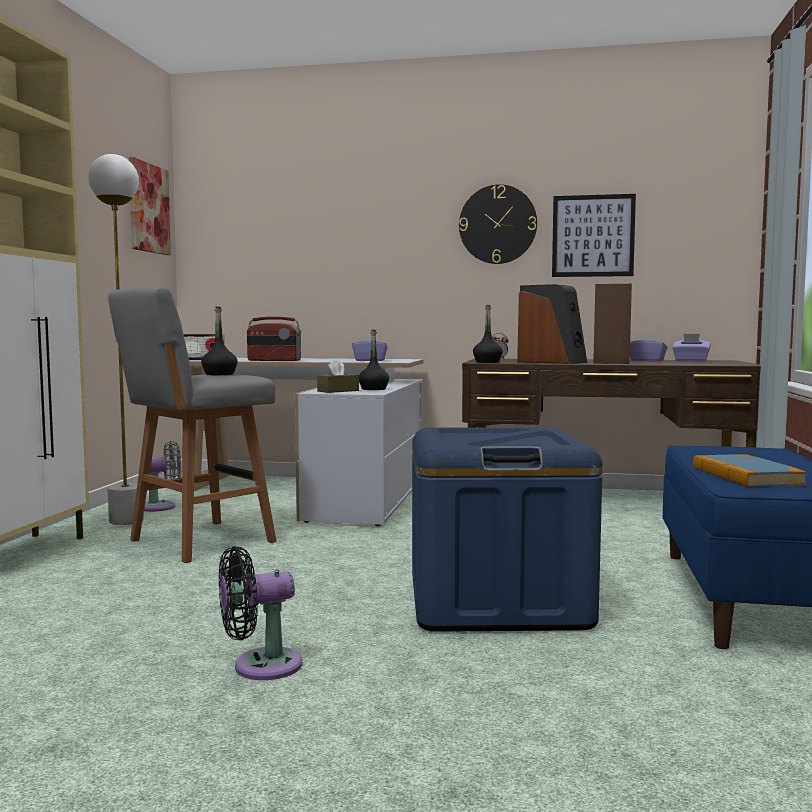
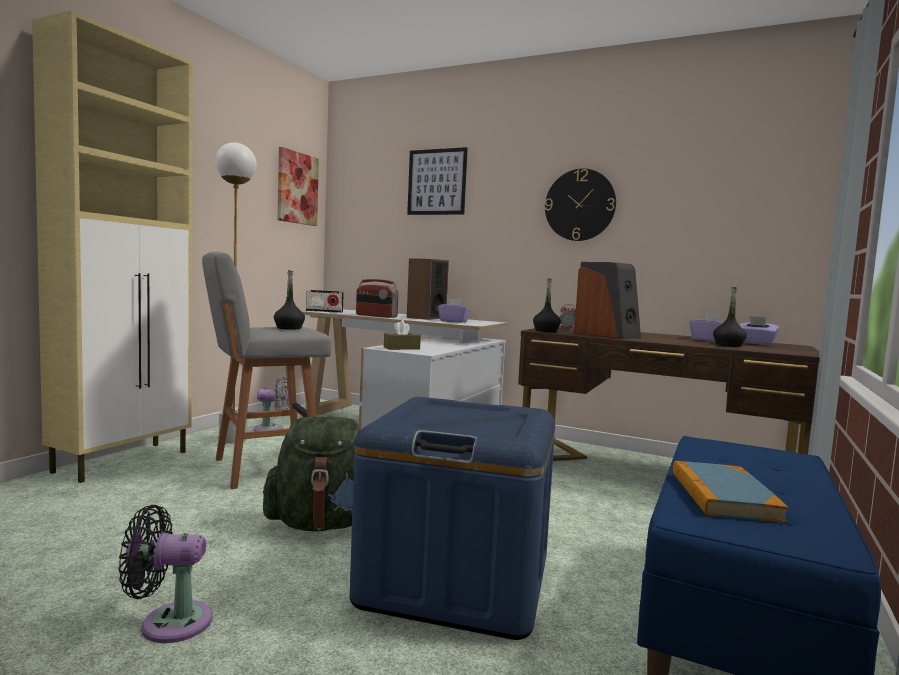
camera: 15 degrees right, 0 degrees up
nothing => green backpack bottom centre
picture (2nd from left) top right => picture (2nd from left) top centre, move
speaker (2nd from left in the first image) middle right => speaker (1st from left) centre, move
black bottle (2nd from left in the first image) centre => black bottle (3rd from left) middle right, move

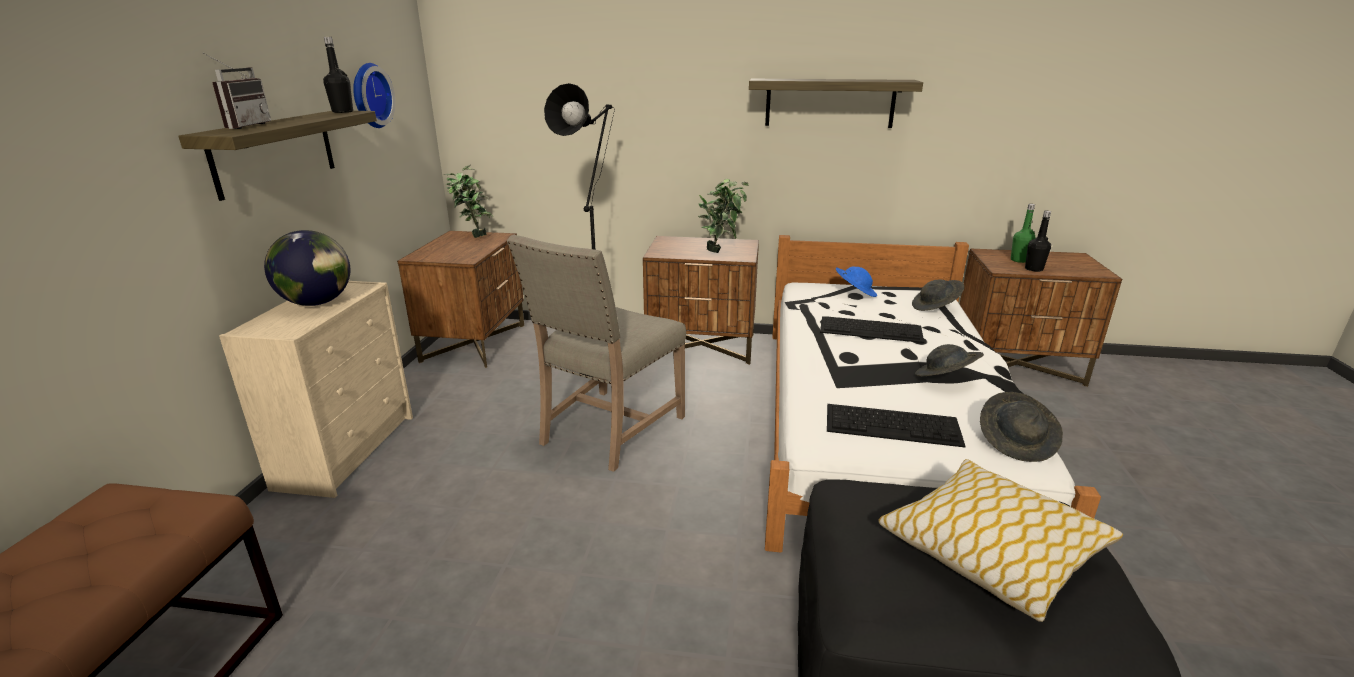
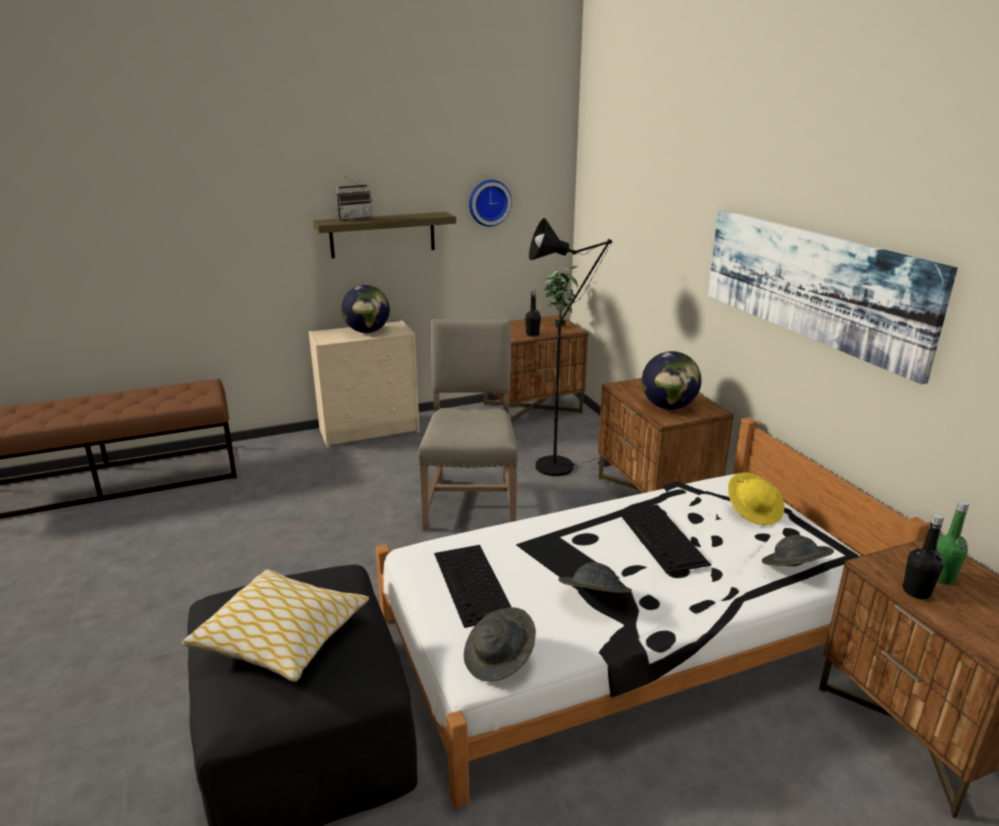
camera: 60 degrees right, 0 degrees up
beige chair centre, 90 degrees clockwise
black bottle (1st from left) top left => black bottle (1st from left) centre, move
potted plant (2nd from left) top centre => globe (2nd from left) middle right
shelf (2nd from left) top centre => picture middle right
blue hat centre => yellow hat middle right

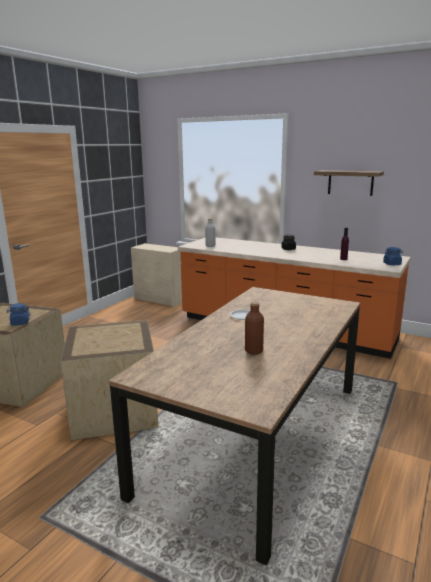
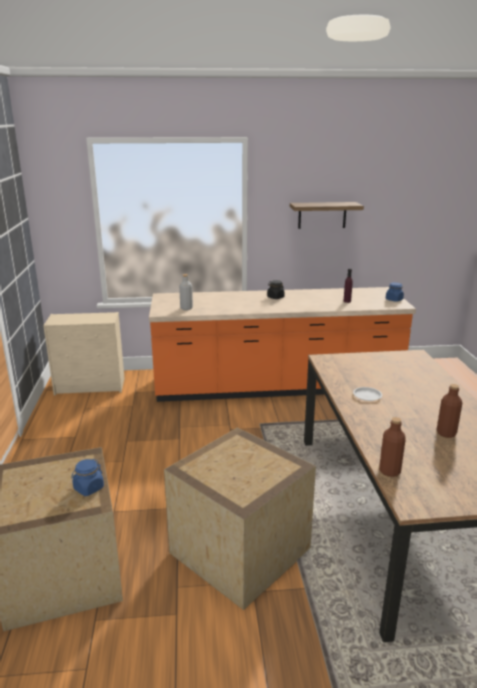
camera: 35 degrees left, 5 degrees up
nothing => brown bottle (1st from left) middle right

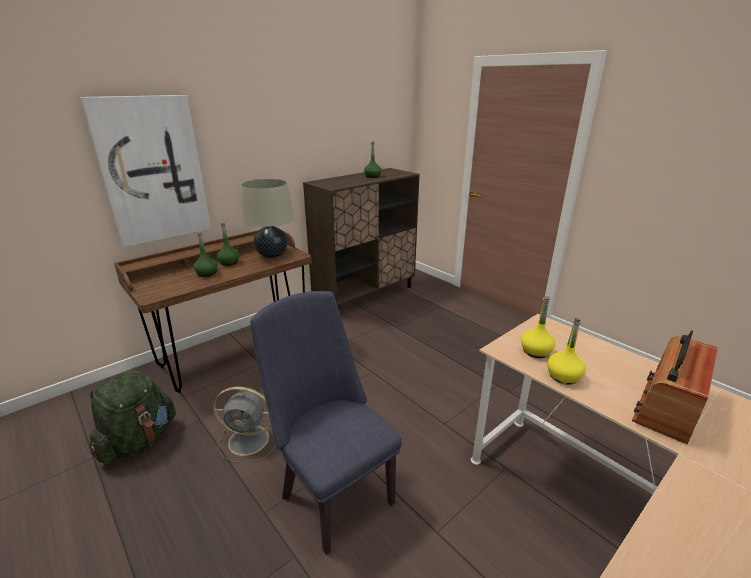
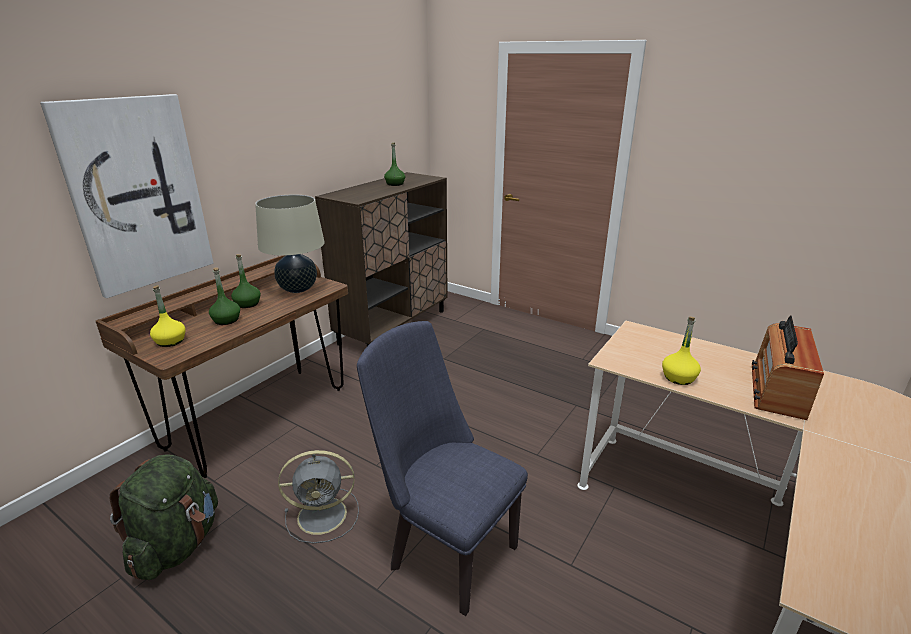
camera: 15 degrees left, 0 degrees up
yellow bottle (1st from left) middle right => yellow bottle (1st from left) middle left, move

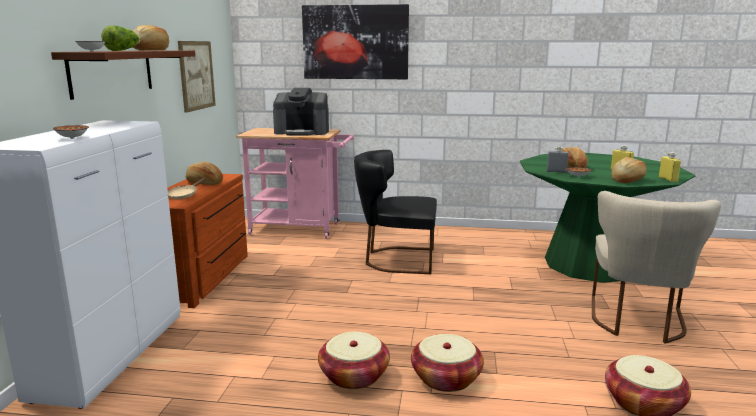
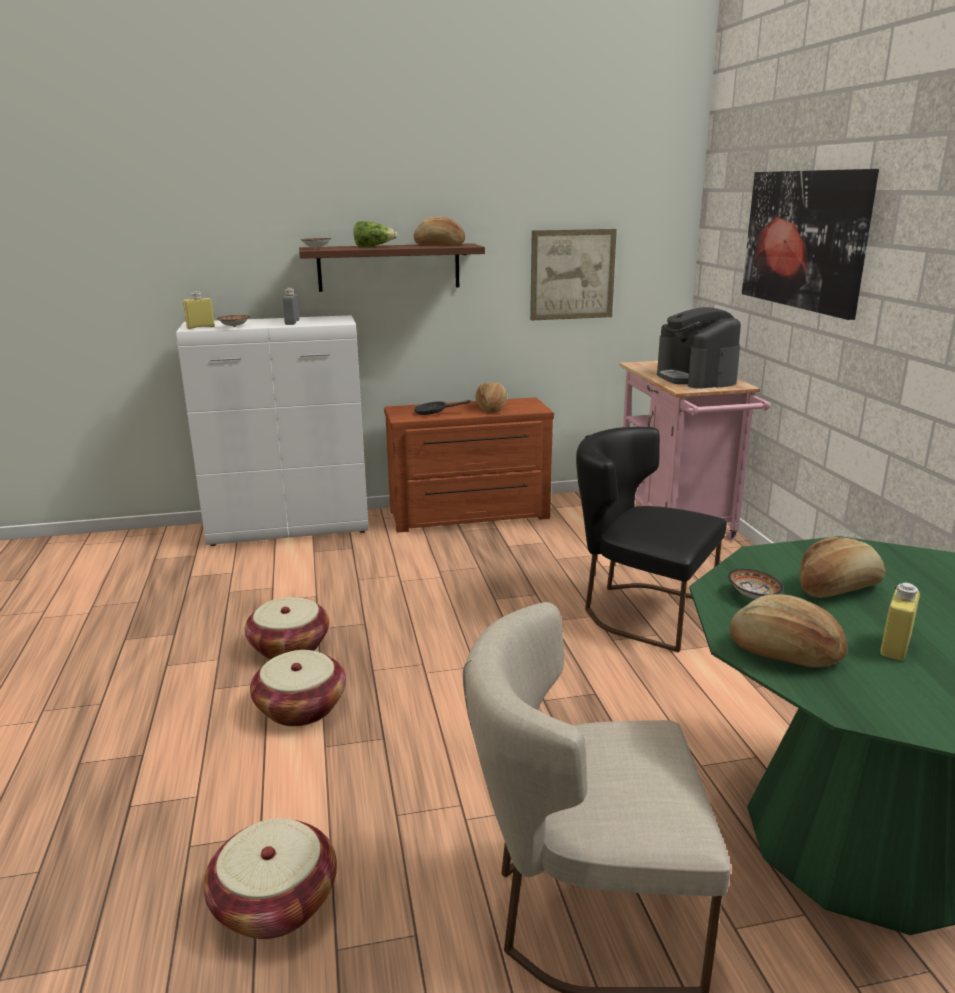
camera: 70 degrees right, 5 degrees up
yellow bottle (2nd from left in the first image) middle right => yellow bottle (1st from left) top left, move
grey bottle middle right => grey bottle top left, move
beige frying pan middle left => black frying pan centre
black chair centre => black chair middle right, 45 degrees counterclockwise

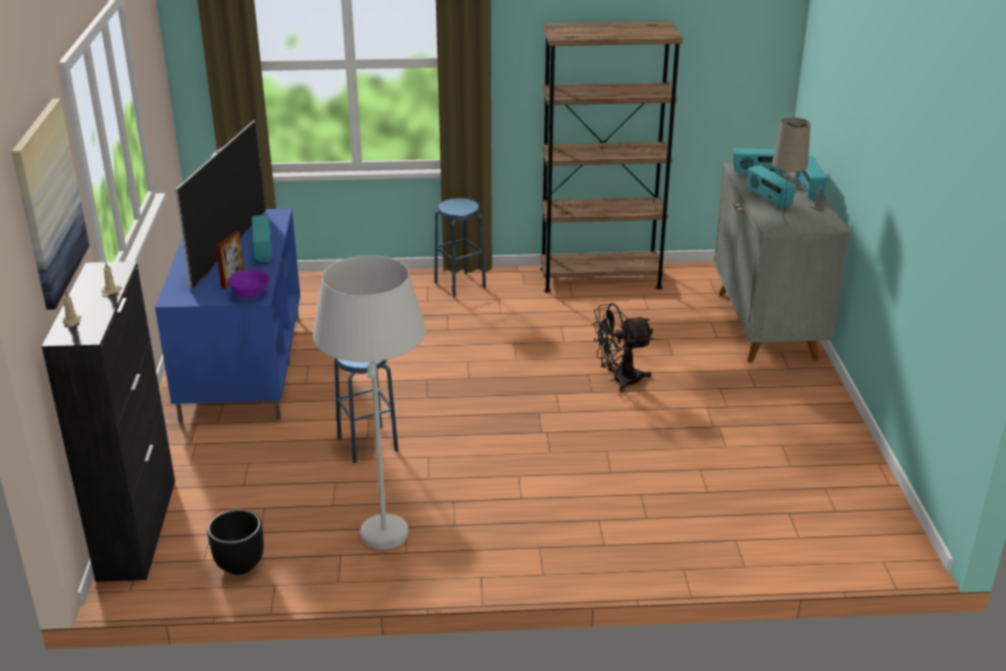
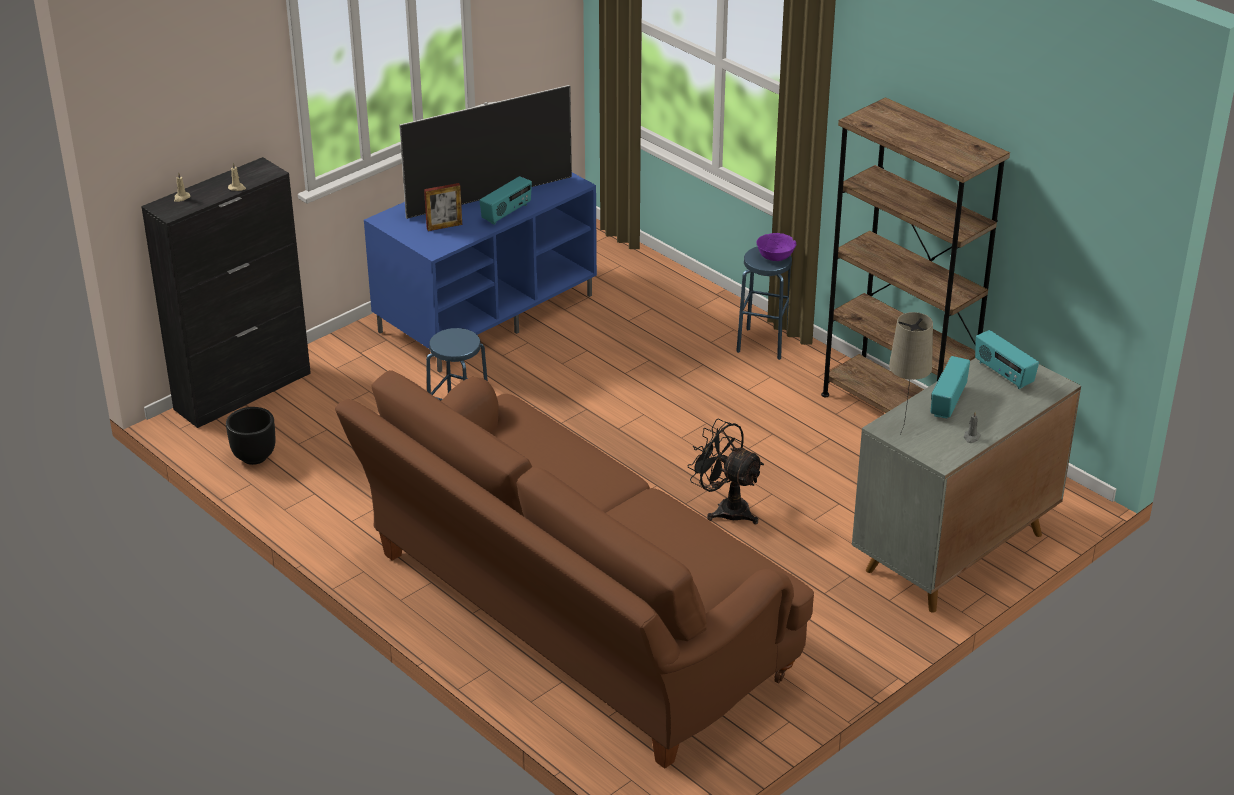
camera: 50 degrees right, 5 degrees up
nothing => brown sofa bottom centre
purple bowl middle left => purple bowl top centre, move
picture top left => nothing
white floor lamp centre => nothing
radio (4th from left) top right => nothing

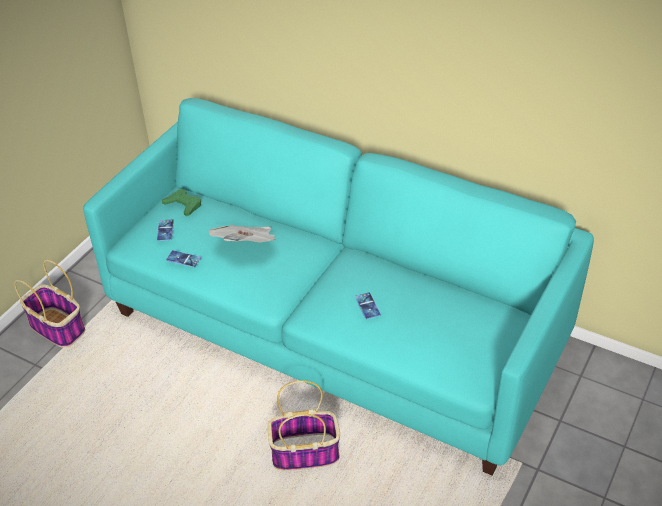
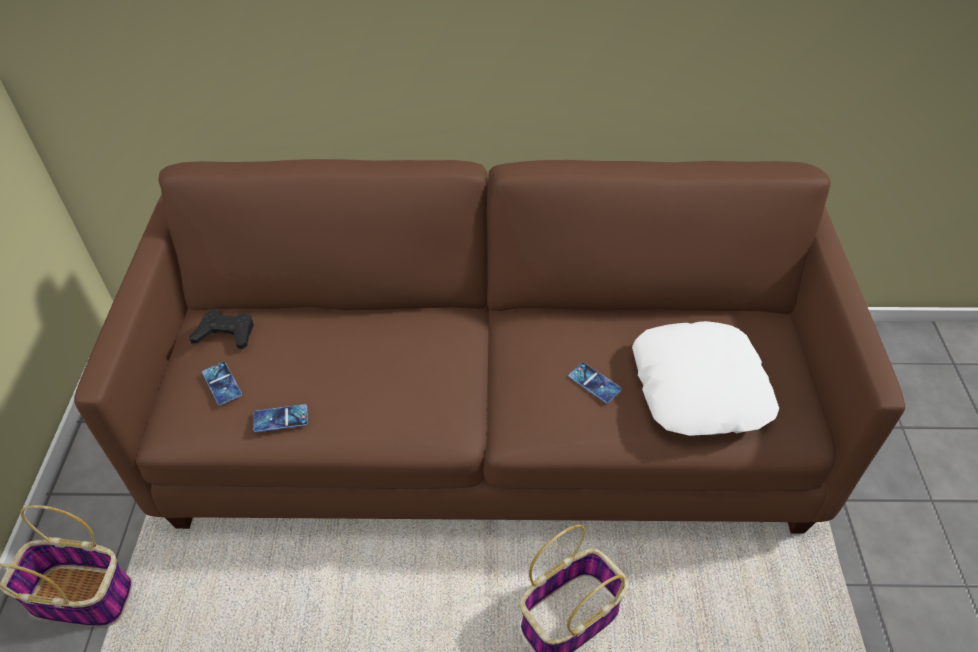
camera: 30 degrees left, 5 degrees up
turquoise sofa centre => brown sofa centre
green game controller middle left => black game controller middle left
nothing => white pillow middle right
newspaper centre => nothing

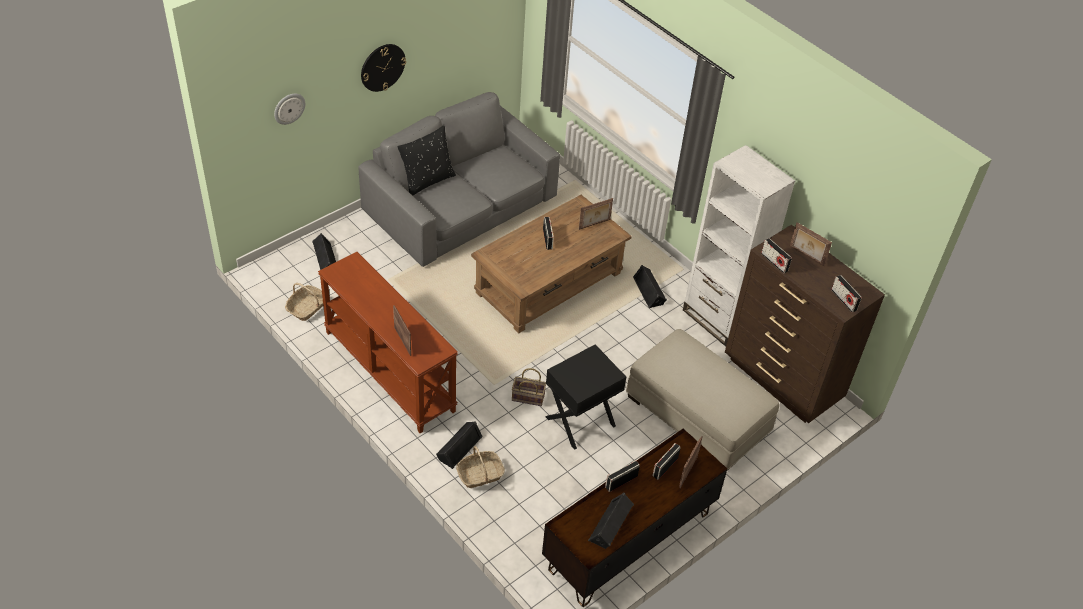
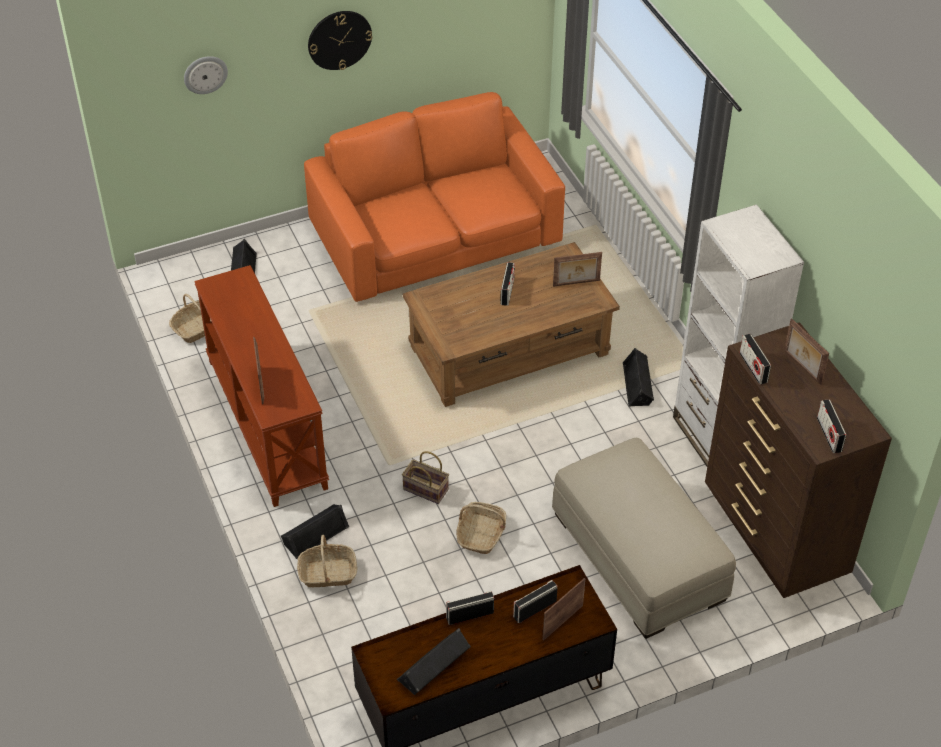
camera: 20 degrees right, 0 degrees up
grey sofa top centre => orange sofa top centre
black side table centre => basket (4th from left) bottom centre
black pillow top centre => nothing

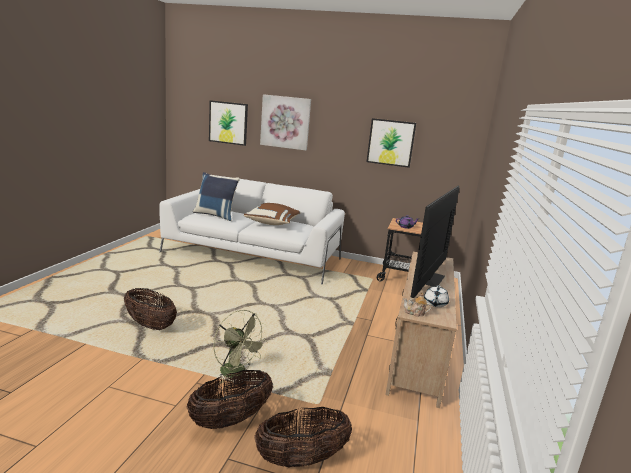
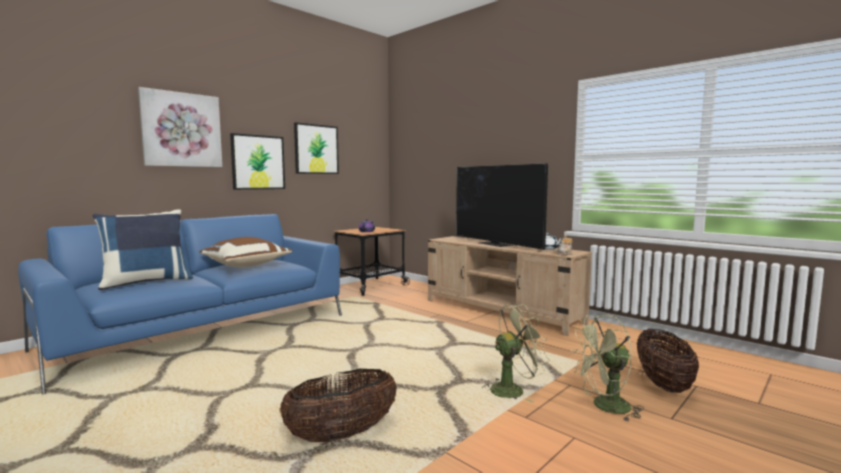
camera: 60 degrees left, 10 degrees down
white sofa centre => blue sofa middle left
picture (1st from left in the first image) top centre => picture (2nd from left) middle left, move
basket (2nd from left) bottom centre => green fan (2nd from left) bottom right

